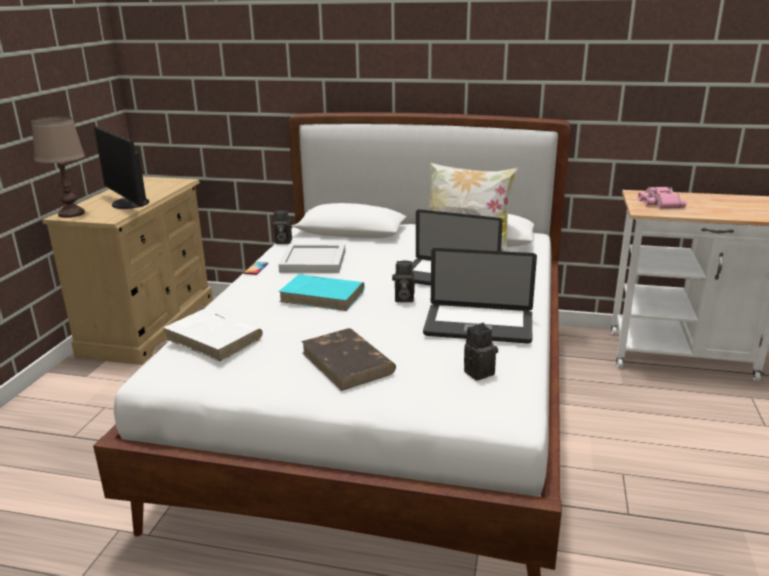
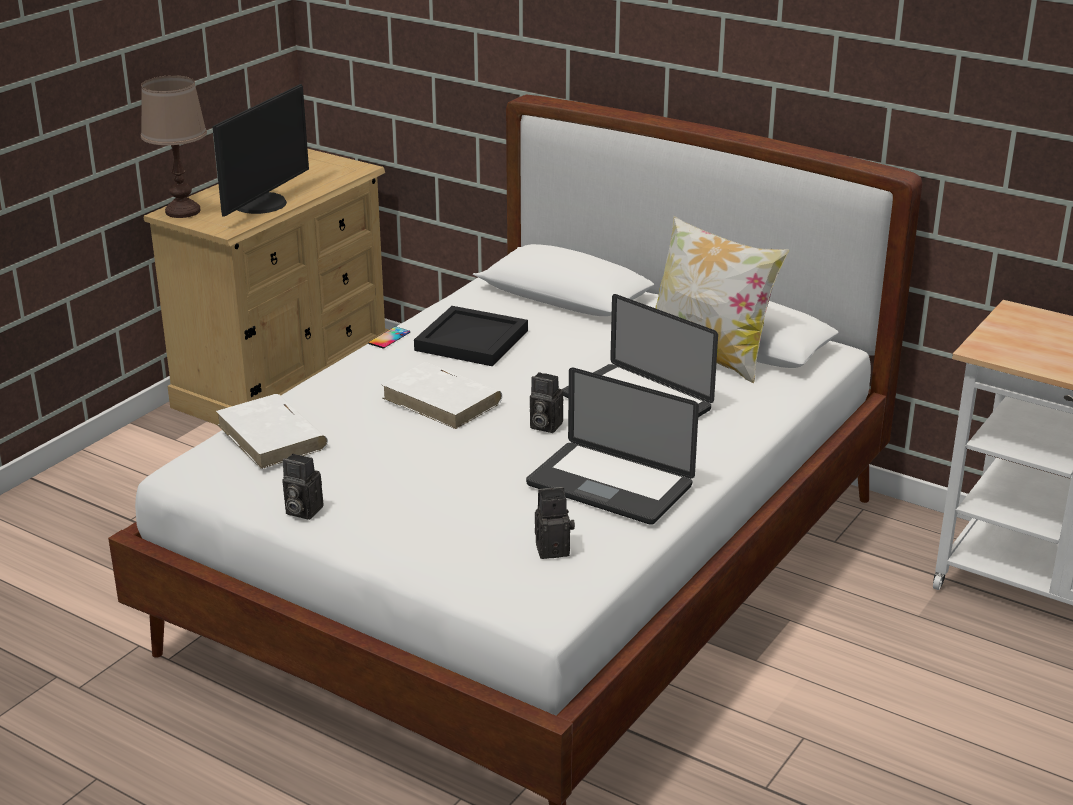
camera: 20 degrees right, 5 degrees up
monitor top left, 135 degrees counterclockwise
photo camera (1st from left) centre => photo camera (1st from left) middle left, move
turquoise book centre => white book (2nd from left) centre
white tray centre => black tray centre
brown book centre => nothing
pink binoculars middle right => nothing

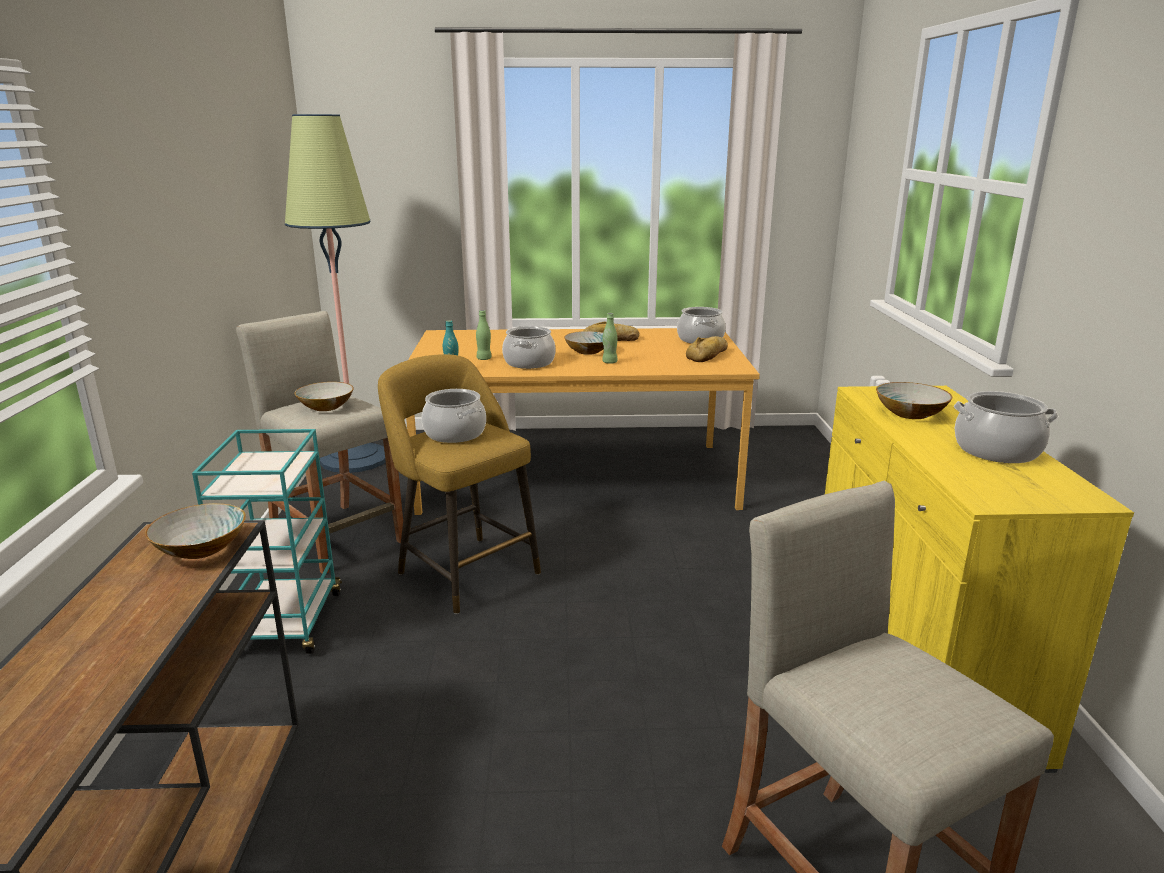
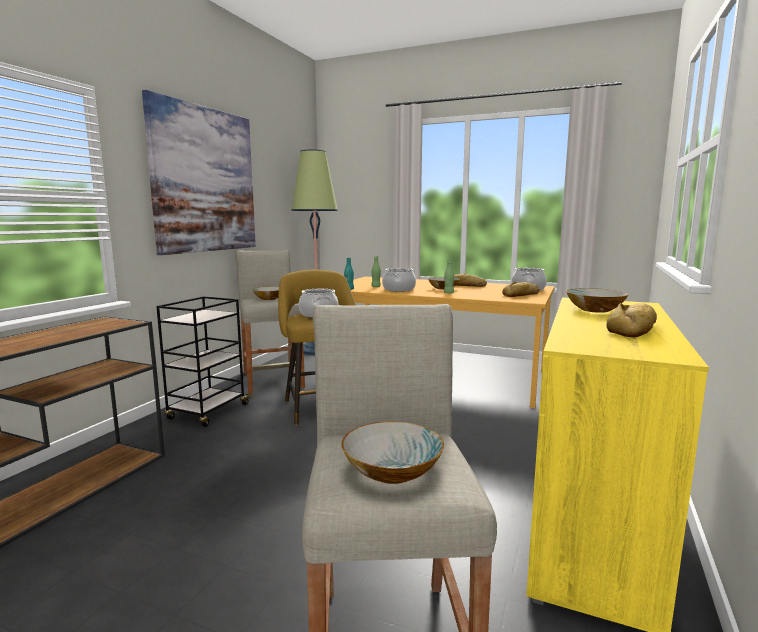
camera: 25 degrees right, 10 degrees down
nothing => picture top left
turquoise cart middle left => black cart middle left
bowl (1st from left in the first image) middle left => bowl (2nd from left) bottom centre, move
cooking pot (4th from left) middle right => bread (3rd from left) middle right

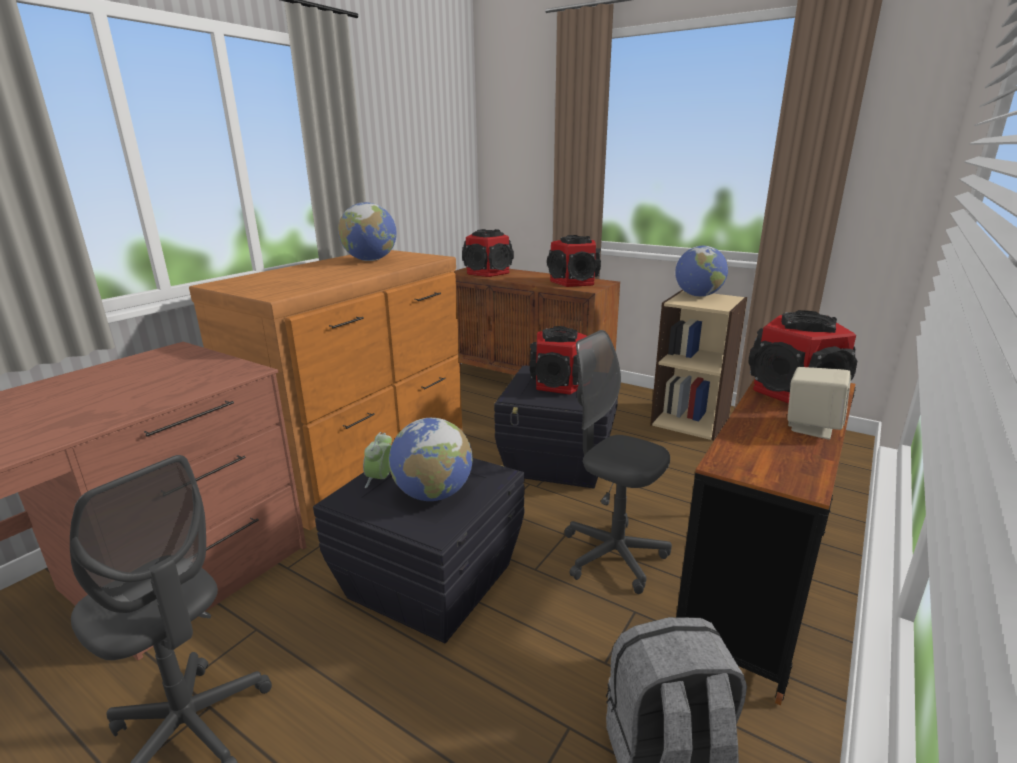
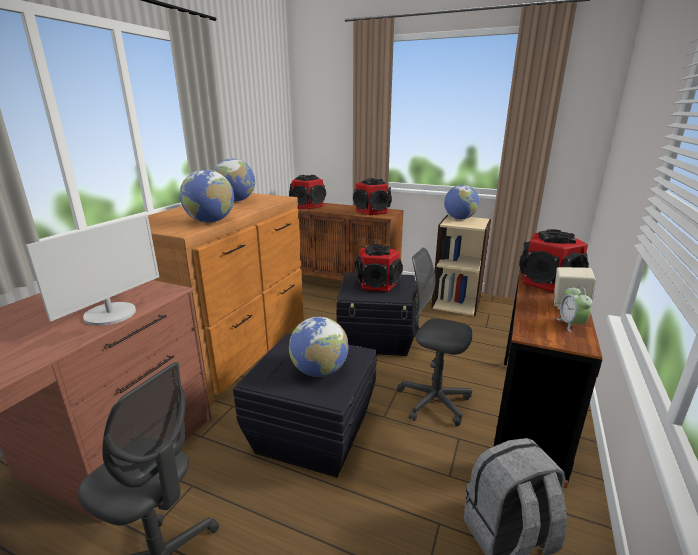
camera: 10 degrees left, 0 degrees up
nothing => monitor middle left
nothing => globe (1st from left) middle left
alarm clock centre => alarm clock middle right, move

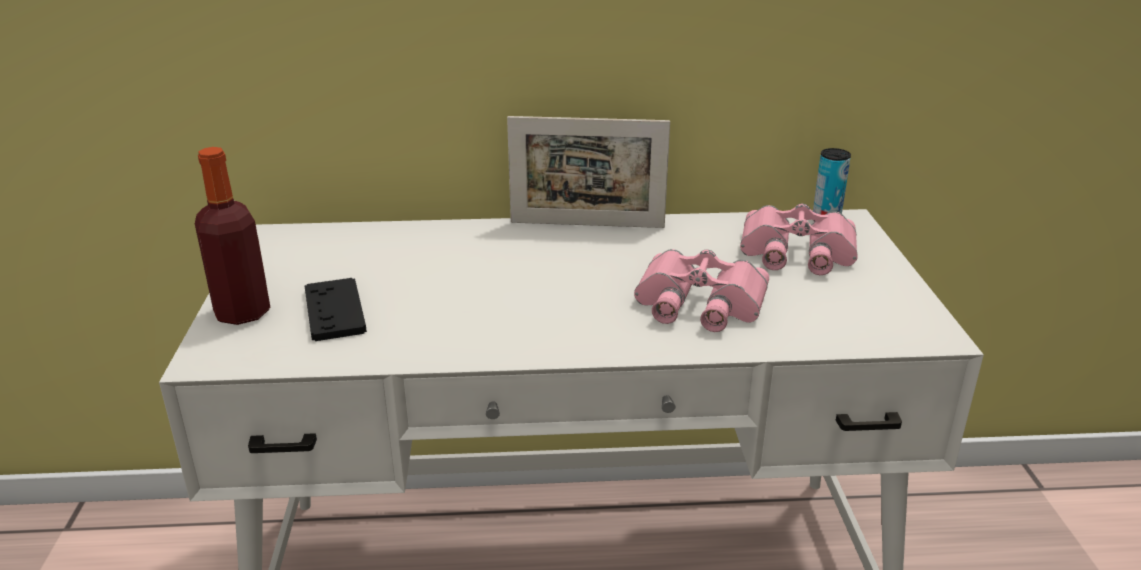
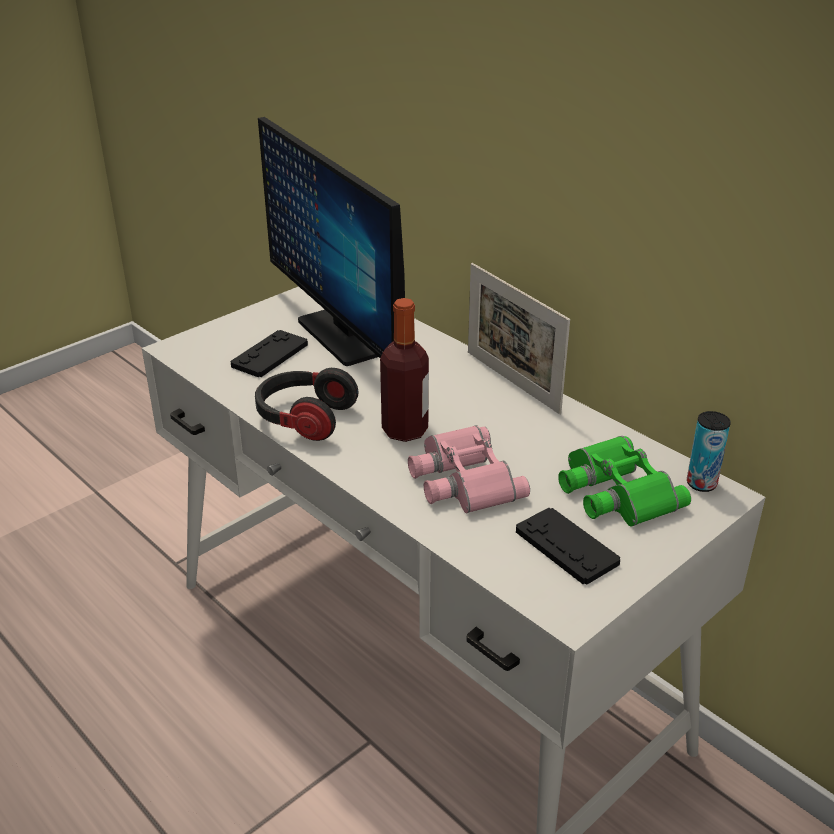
camera: 50 degrees right, 5 degrees up
nothing => headphones centre
nothing => monitor top centre
bottle middle left => bottle centre, move
nothing => black game controller (2nd from left) middle right
pink binoculars (2nd from left) middle right => green binoculars middle right

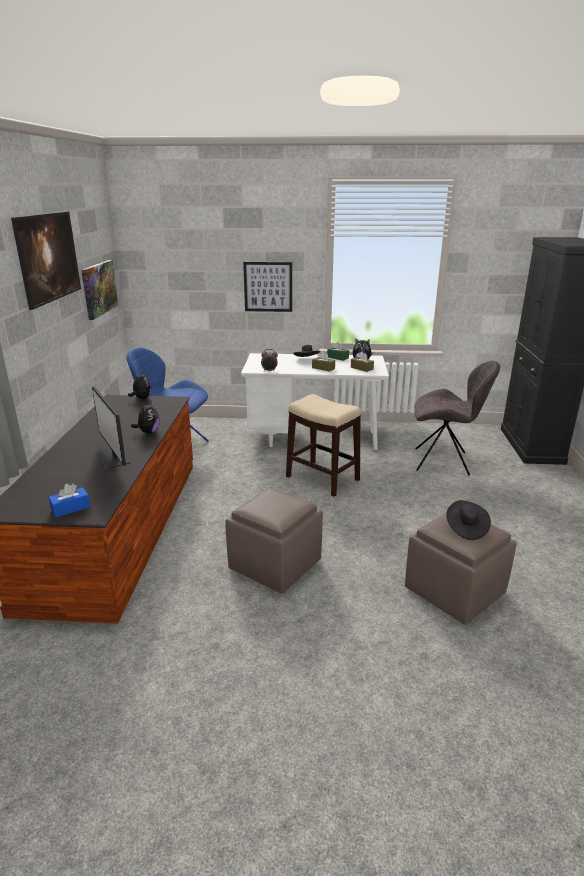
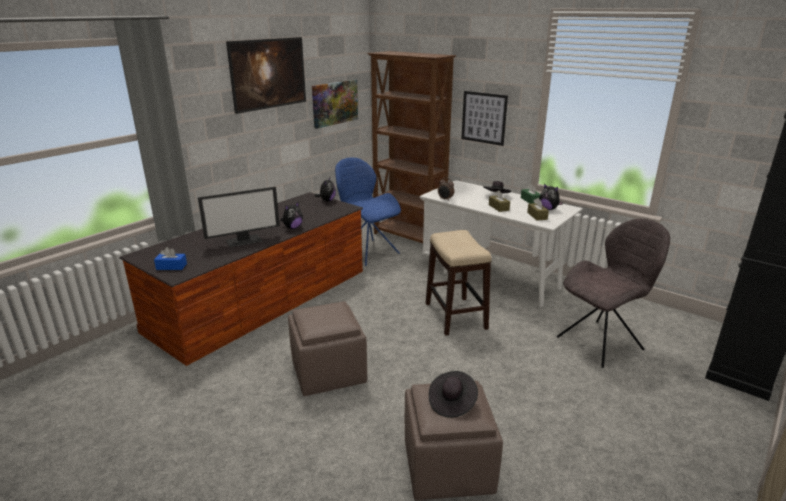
camera: 35 degrees right, 0 degrees up
monitor middle left, 120 degrees counterclockwise
nothing => brown bookcase top centre
grey chair middle right, 75 degrees counterclockwise

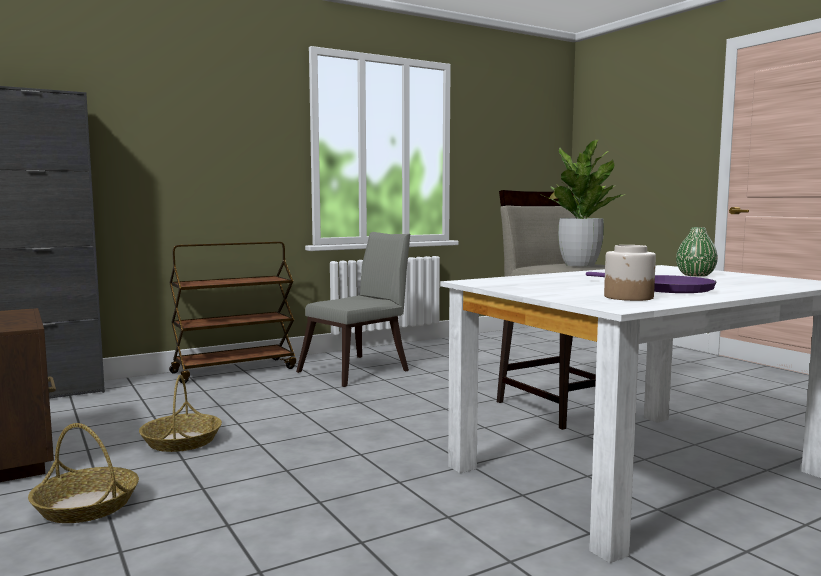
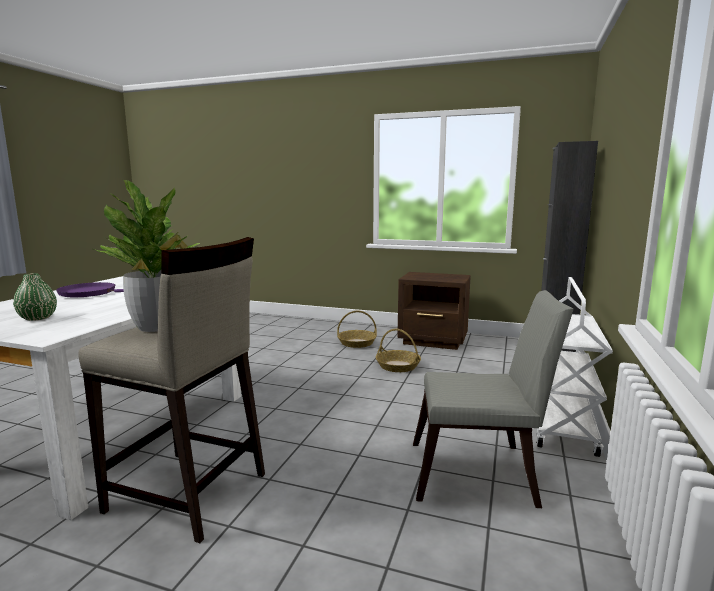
camera: 140 degrees right, 5 degrees up
grey chair centre => grey chair bottom right, 90 degrees counterclockwise
brown cart middle left => white cart middle right
jar middle right => nothing

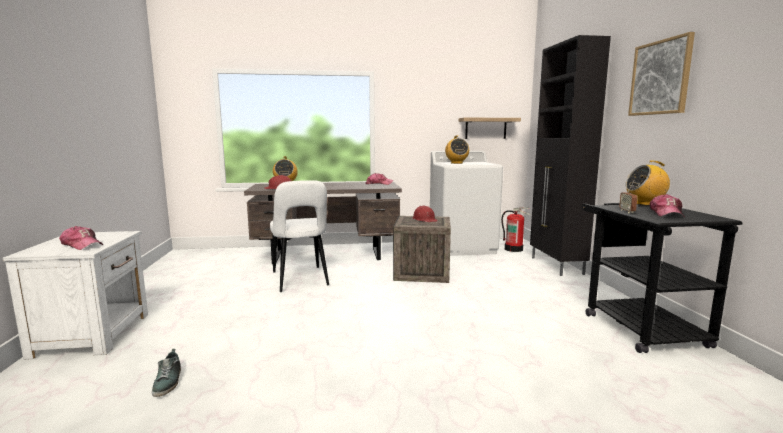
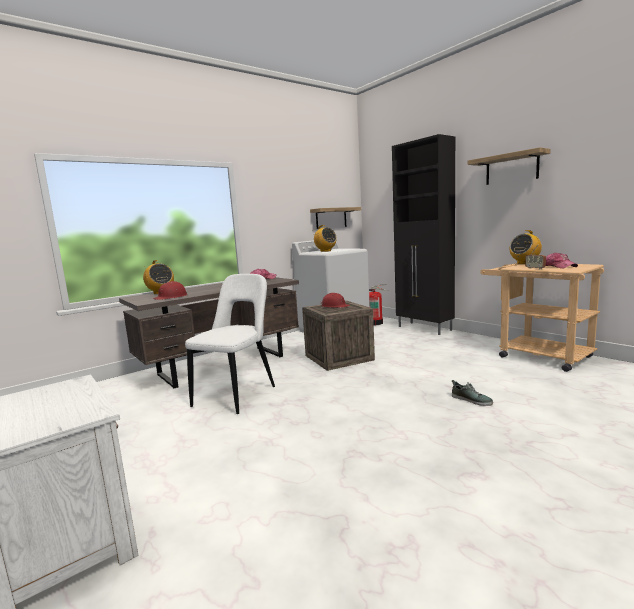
camera: 30 degrees left, 0 degrees up
white chair centre, 105 degrees counterclockwise
shoe bottom left => shoe middle right, move
picture top right => shelf (2nd from left) top right
black cart middle right => beige cart middle right
cap (1st from left) middle left => nothing

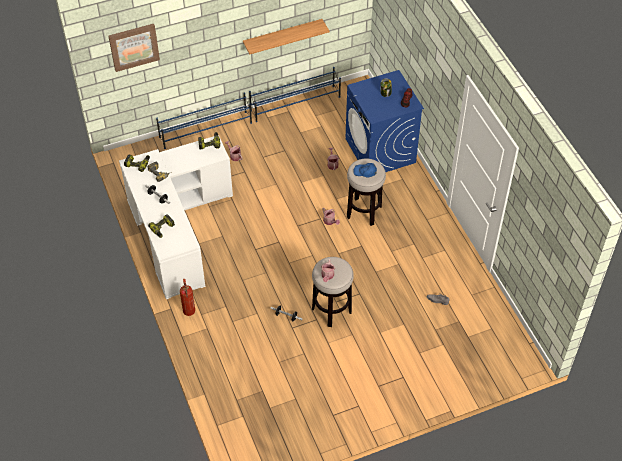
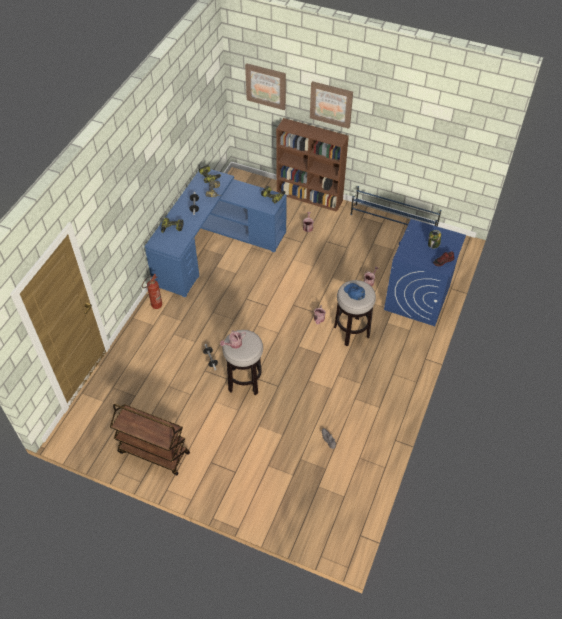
camera: 45 degrees right, 0 degrees up
nothing => brown cart bottom left
white desk middle left => blue desk centre
blue shoe rack (1st from left) top left => brown bookcase top centre
nothing => picture (2nd from left) top centre
shelf top centre => nothing

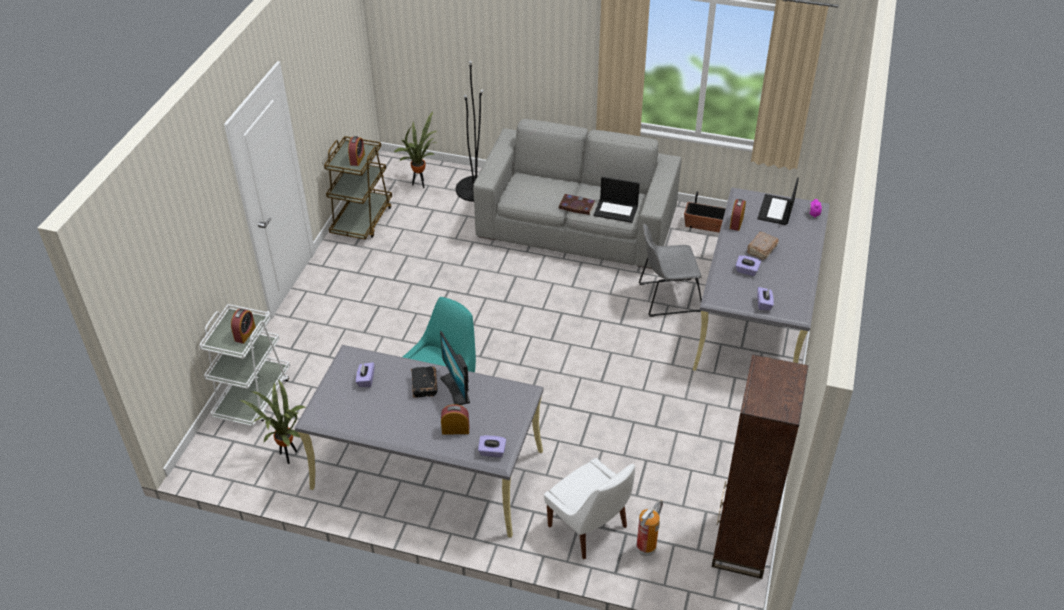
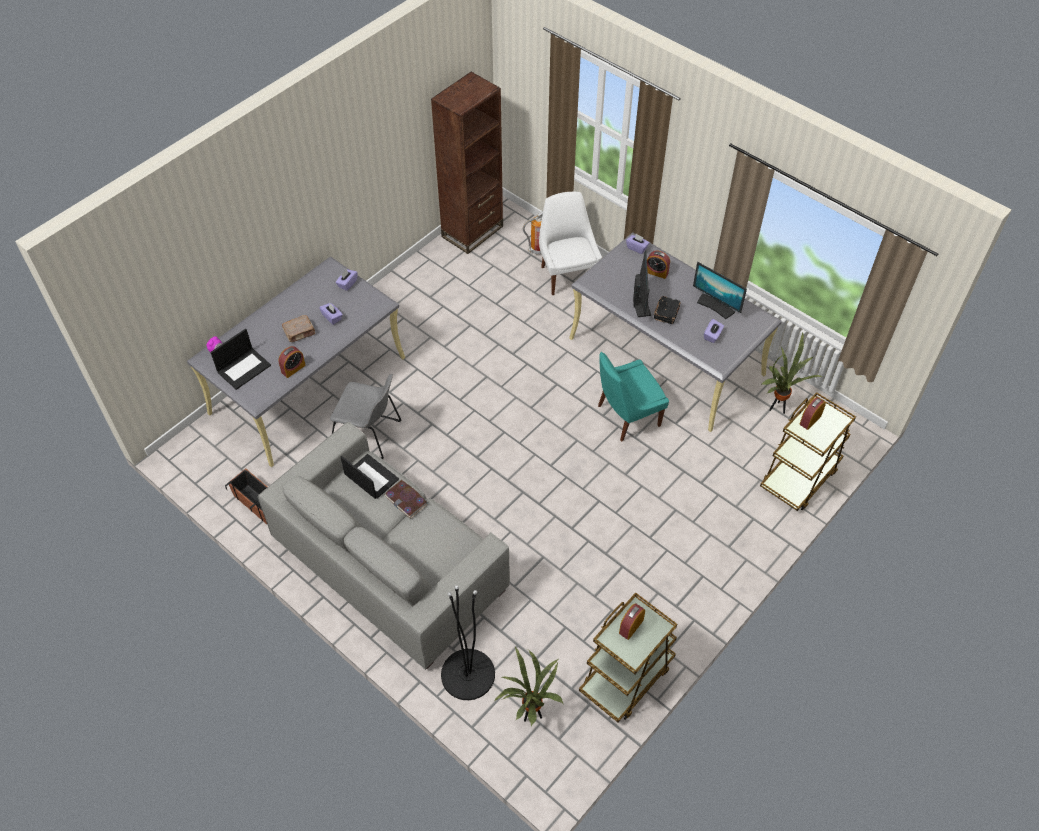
camera: 155 degrees left, 10 degrees up
nothing => monitor (2nd from left) middle right
white cart middle left => brown cart (2nd from left) middle right

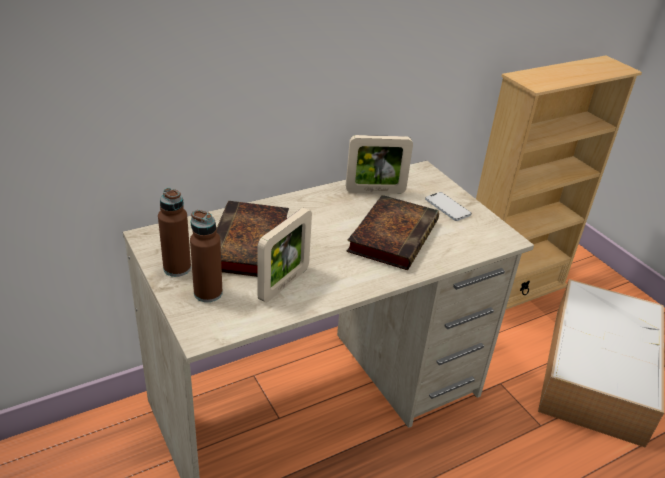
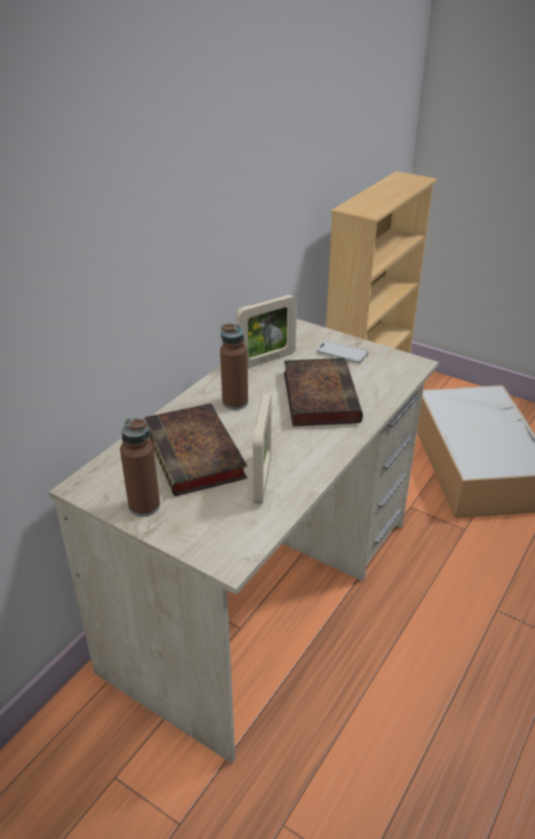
camera: 25 degrees left, 0 degrees up
brown bottle (2nd from left) middle left => brown bottle (2nd from left) centre, move

